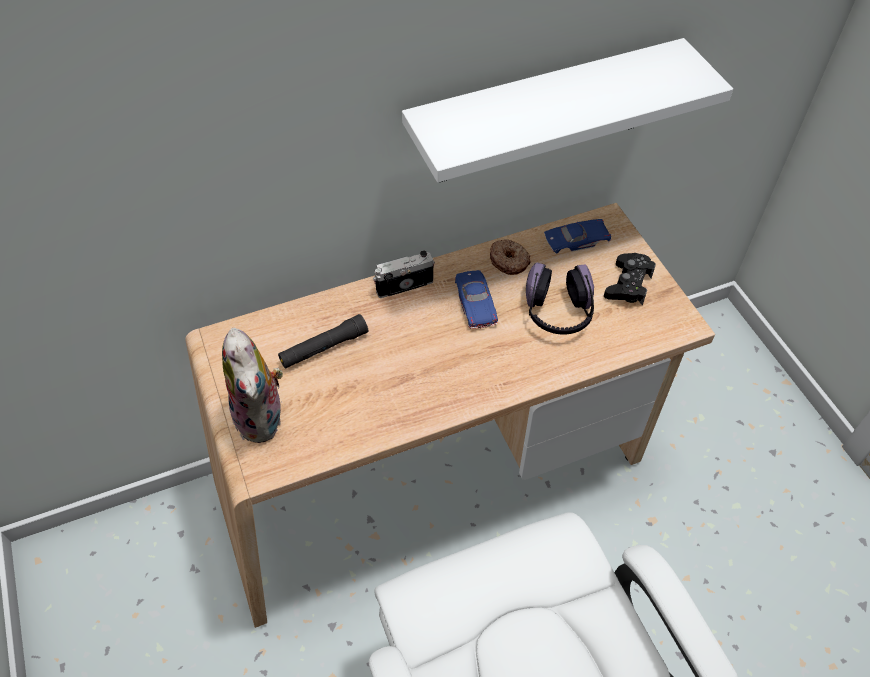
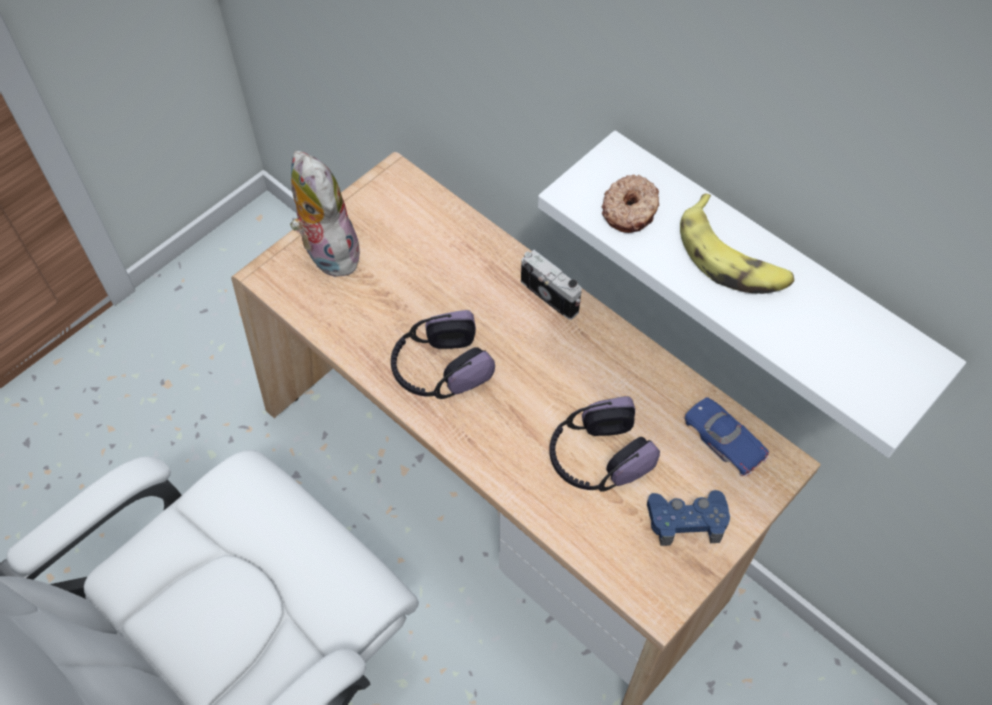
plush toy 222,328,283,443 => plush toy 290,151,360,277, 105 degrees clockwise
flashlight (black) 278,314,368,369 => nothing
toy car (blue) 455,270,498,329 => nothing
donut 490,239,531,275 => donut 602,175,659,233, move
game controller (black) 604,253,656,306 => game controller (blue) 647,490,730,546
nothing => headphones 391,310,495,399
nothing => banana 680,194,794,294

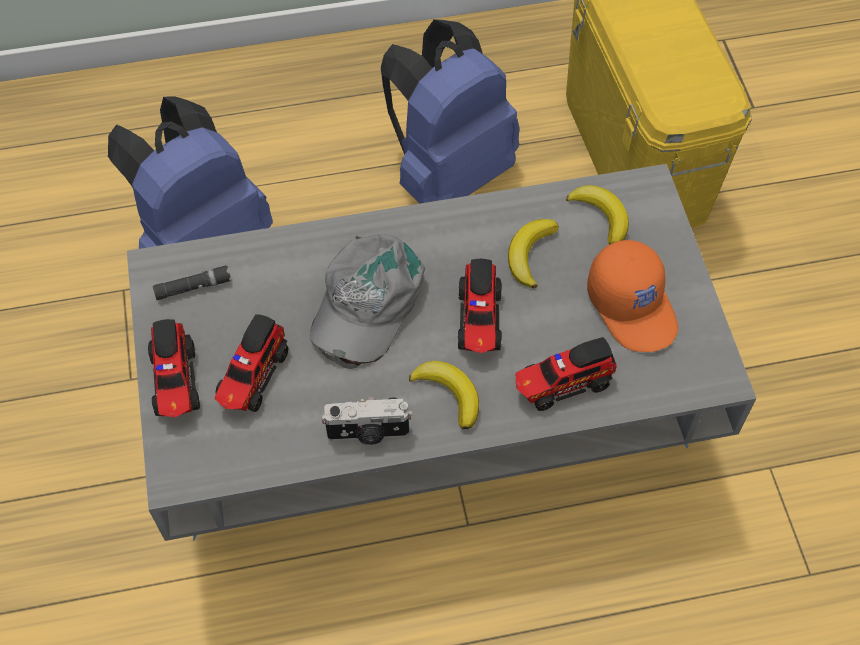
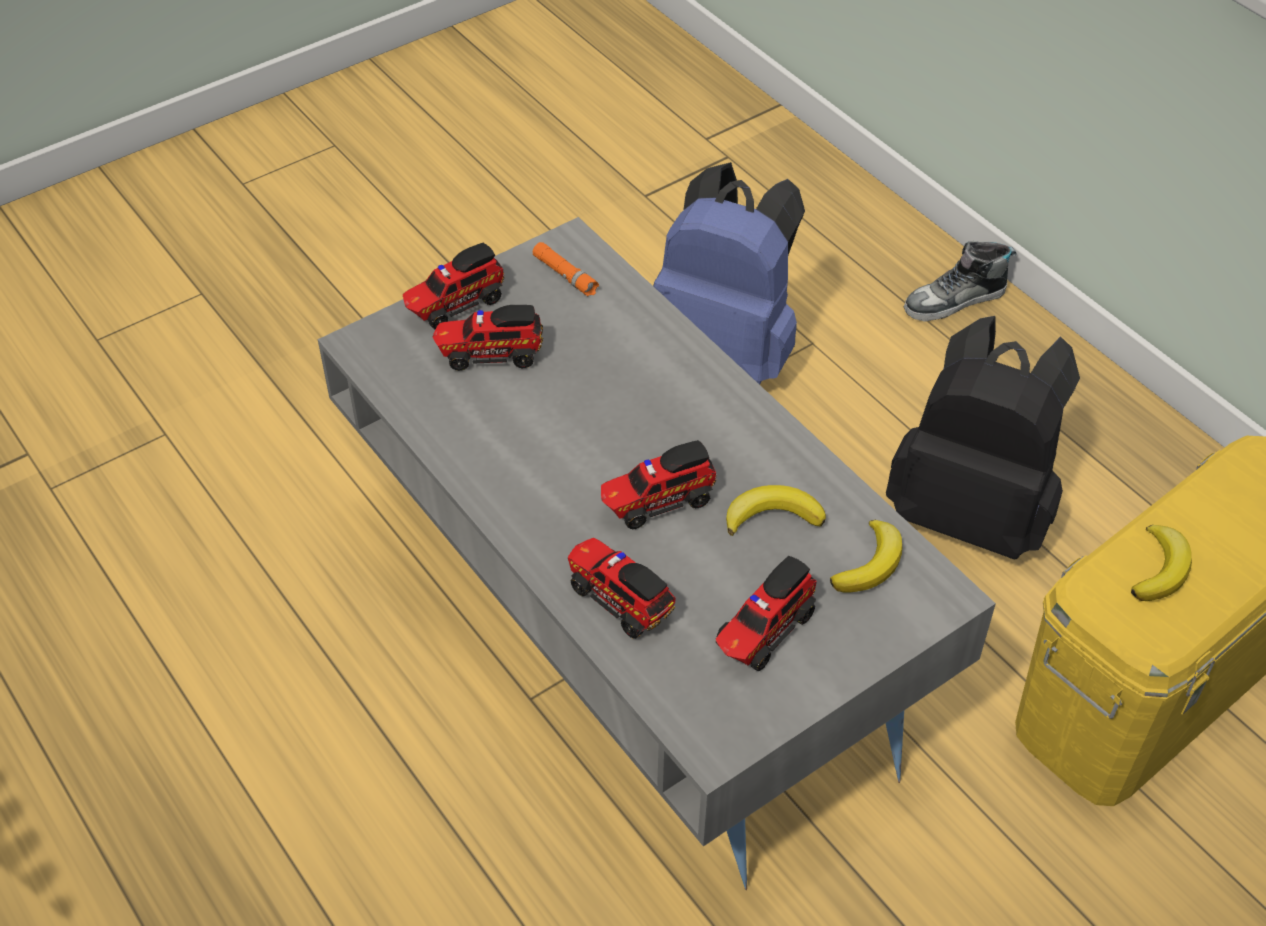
flashlight (black) 153,266,232,300 => flashlight (orange) 533,242,599,297
cap (grey) 310,234,425,369 => nothing
photo camera 321,397,412,445 => nothing
backpack (blue) 381,19,520,203 => backpack (black) 886,316,1080,559
banana 409,361,479,429 => banana 1131,525,1192,601, move
cap (orange) 587,239,678,352 => toy truck 715,556,817,671
nothing => shoe 904,241,1017,322

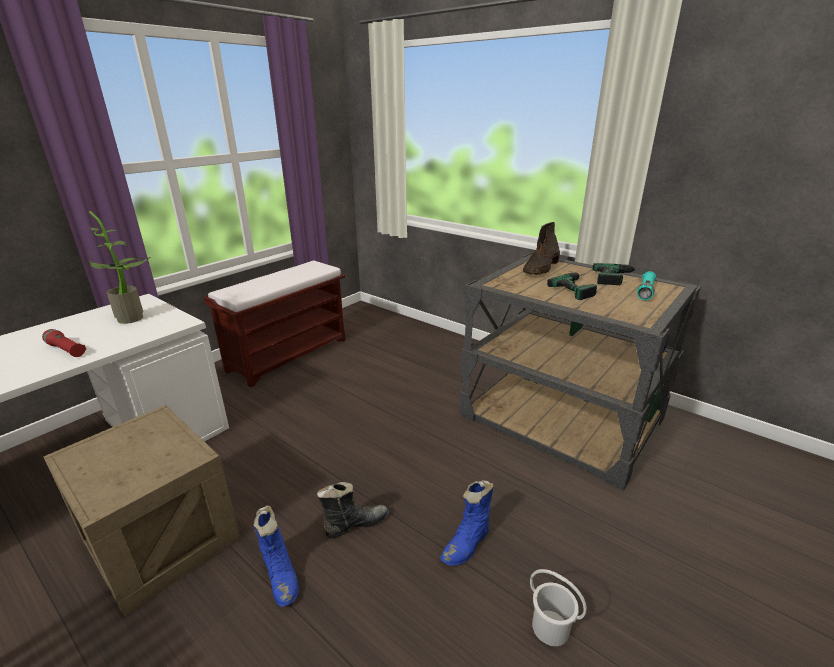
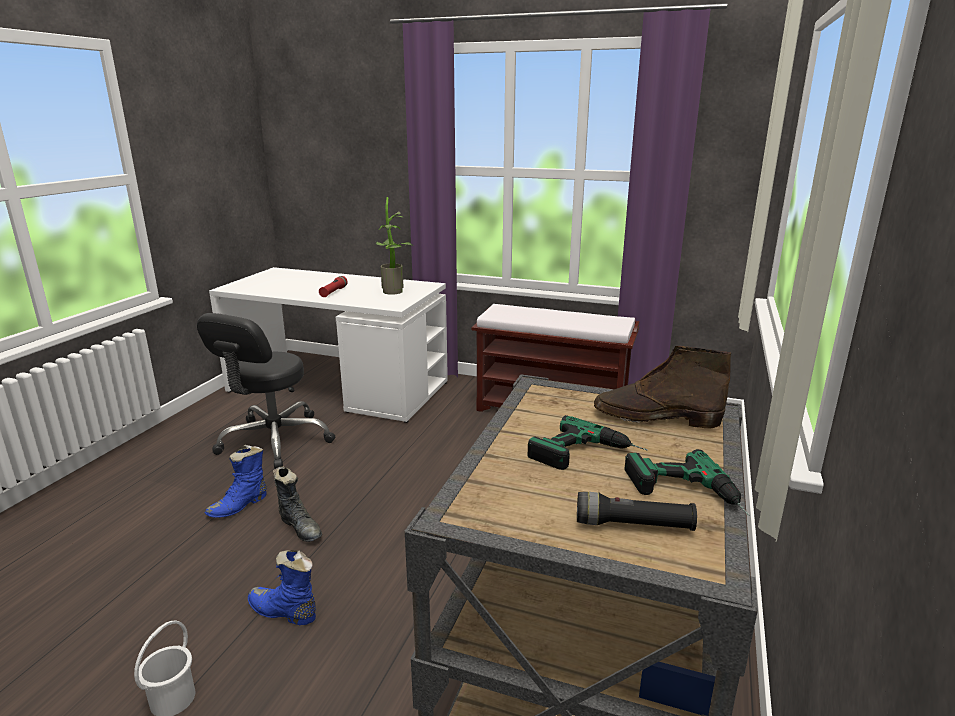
crate 44,405,240,616 => office chair (black) 197,313,335,469
flashlight (turquoise) 637,271,656,300 => flashlight (black) 577,492,697,531

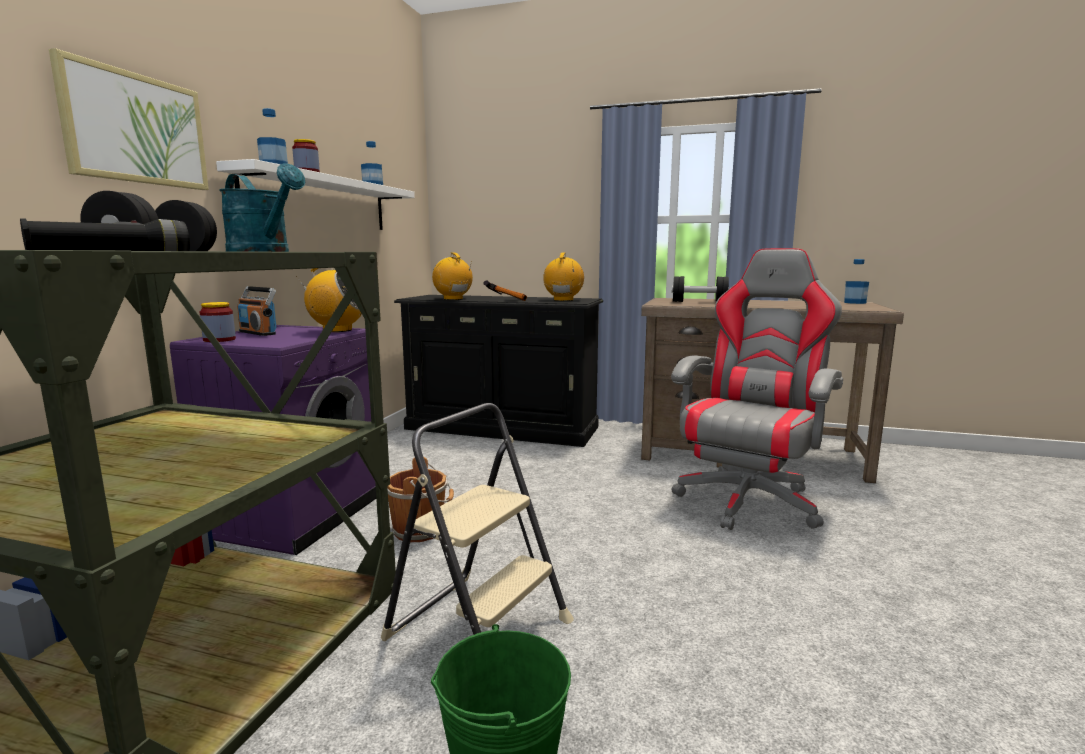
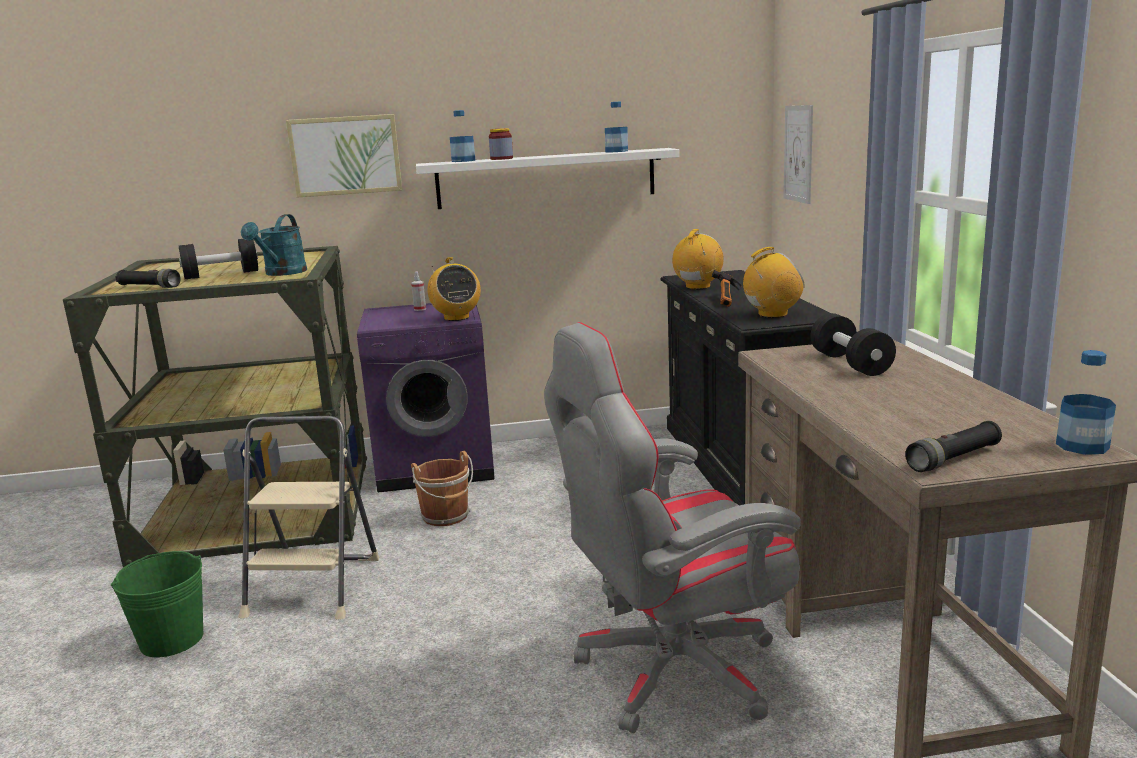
jar 199,302,236,342 => nothing
radio 237,286,276,336 => spray bottle 411,272,426,311
office chair (grey) 671,248,843,530 => office chair (grey) 544,322,801,733, 150 degrees clockwise
nothing => picture 783,105,813,204
nothing => flashlight (black) 905,421,1002,472

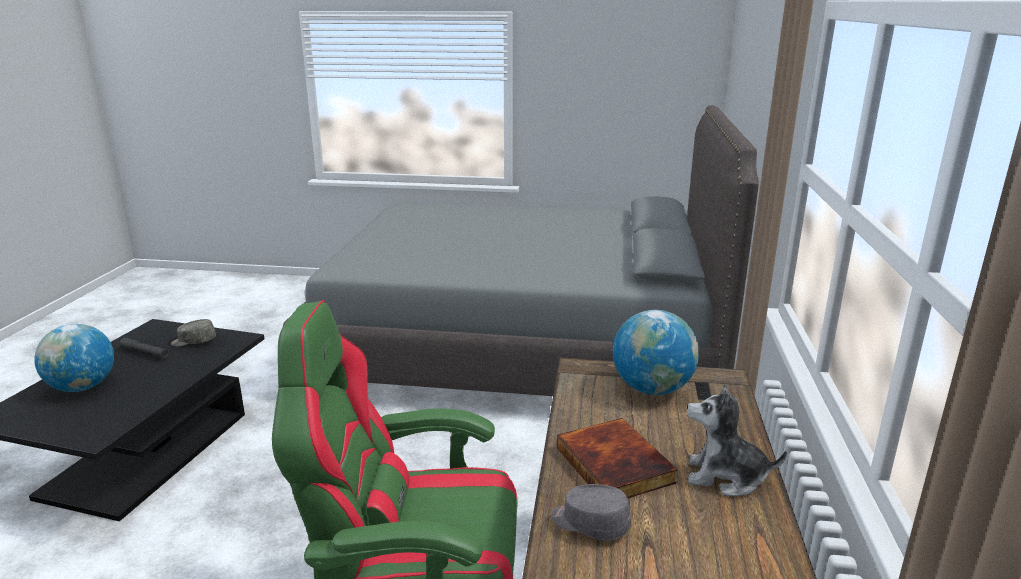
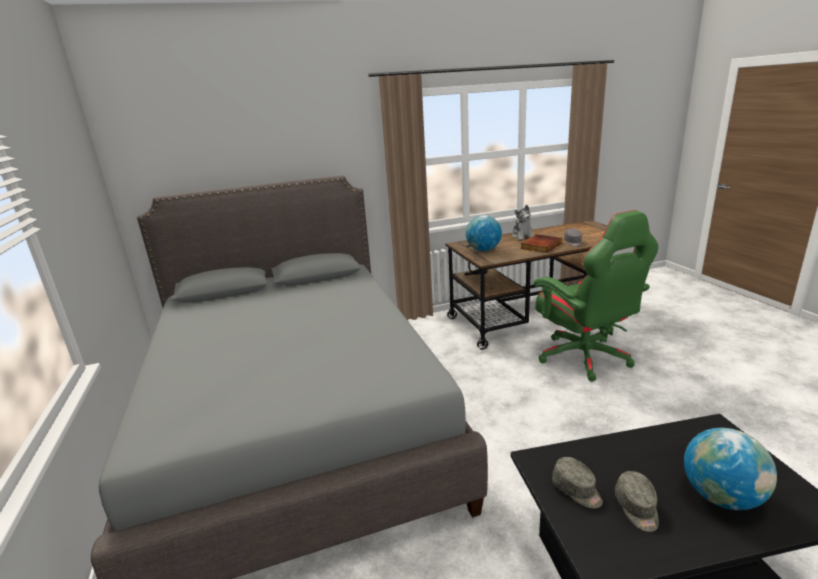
flashlight (grey) 119,338,168,359 => cap (grey) 615,471,659,532

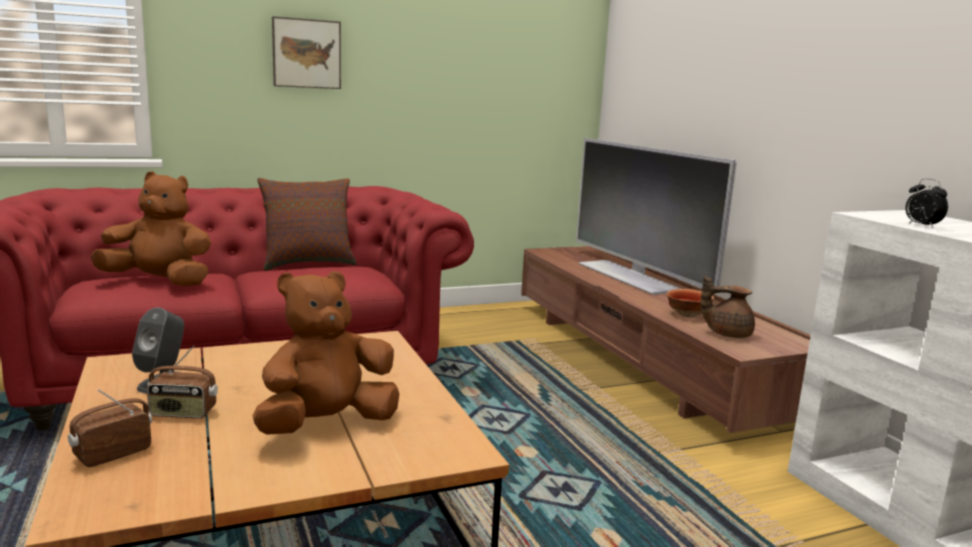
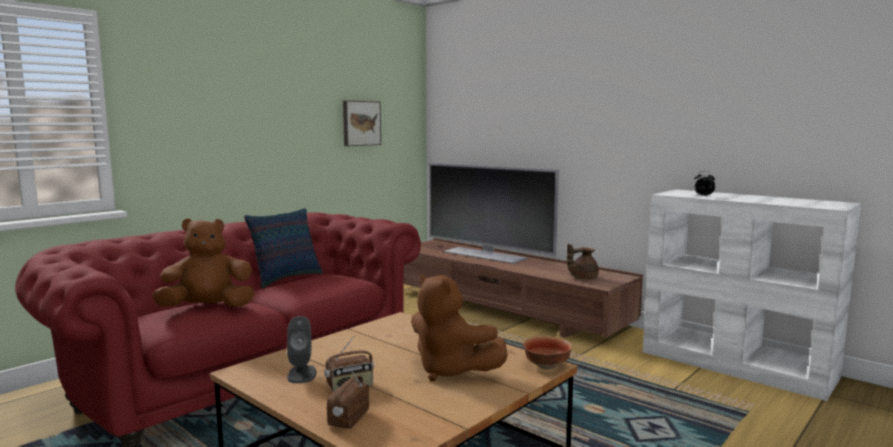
plush toy (brown) 252,271,399,435 => plush toy (brown) 411,274,508,381, 75 degrees counterclockwise
pillow (brown) 257,178,357,271 => pillow (blue) 244,208,323,288
picture 272,16,341,89 => picture 343,100,381,146, move
bowl 667,289,714,318 => bowl 523,336,572,370, move

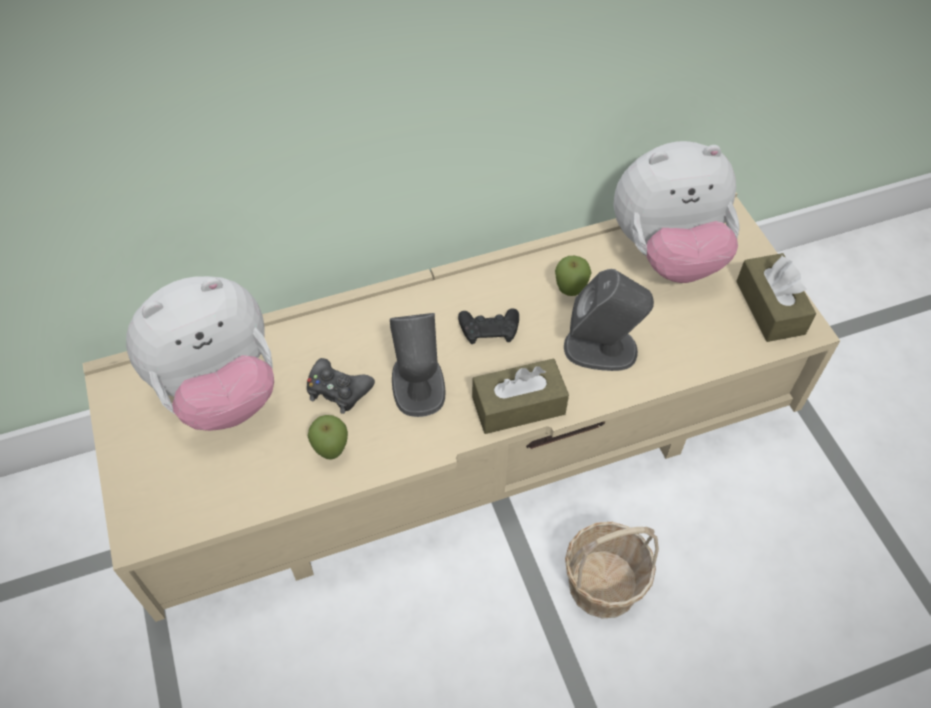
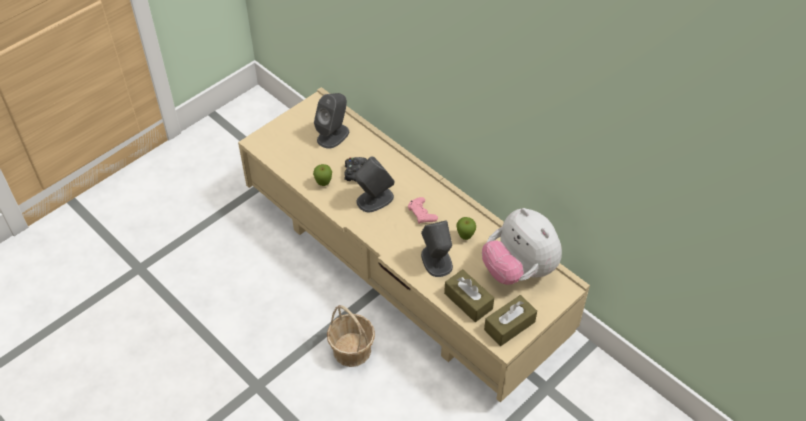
plush toy 126,276,274,431 => speaker (grey) 314,93,349,149
game controller (black) 458,308,519,344 => game controller (pink) 408,197,438,224
tissue box (brown) 472,359,569,434 => tissue box (brown) 444,269,494,322, move

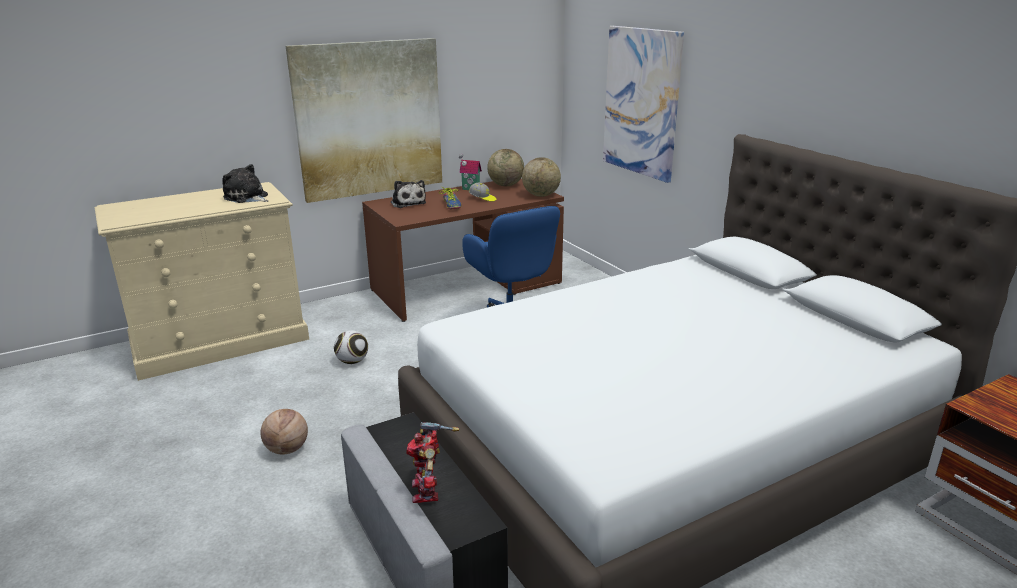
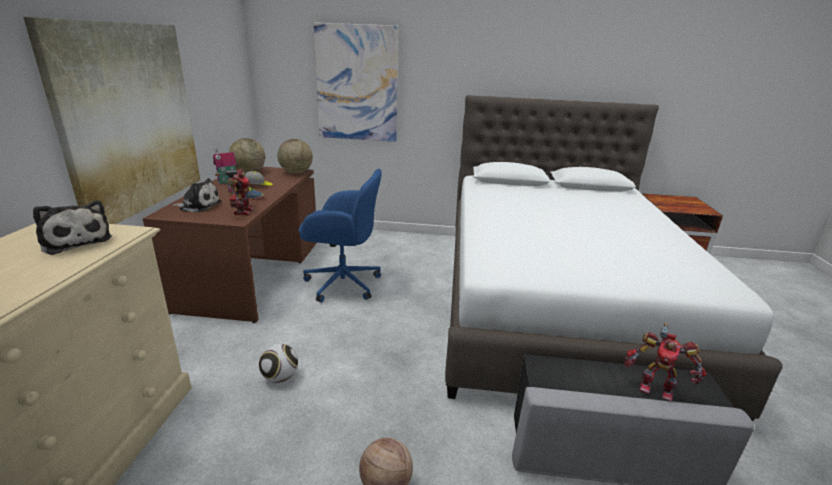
plush toy 222,164,268,203 => plush toy 33,200,112,255, 120 degrees counterclockwise
nothing => toy robot 215,169,254,215

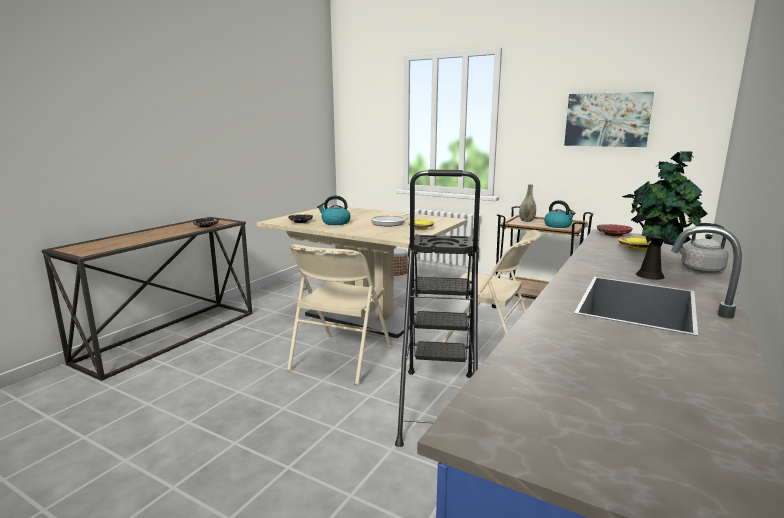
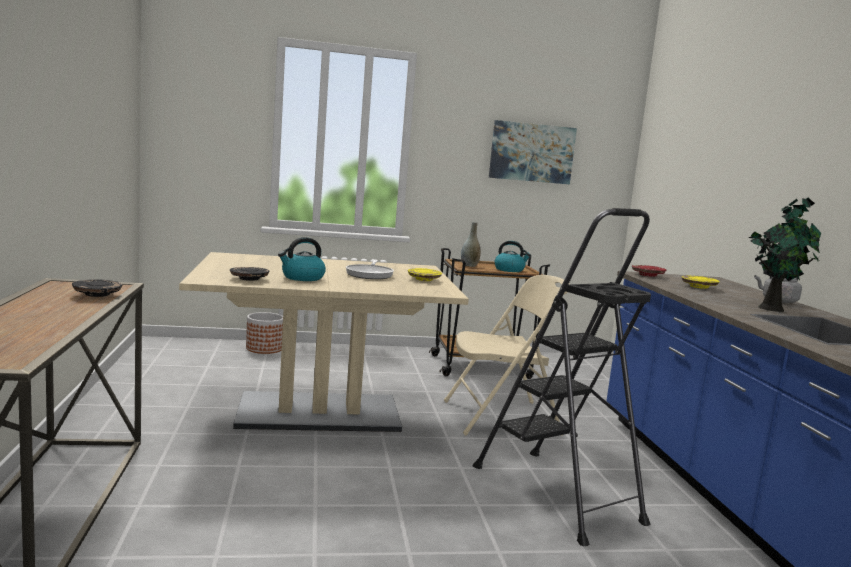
chair (beige) 287,244,392,385 => nothing

